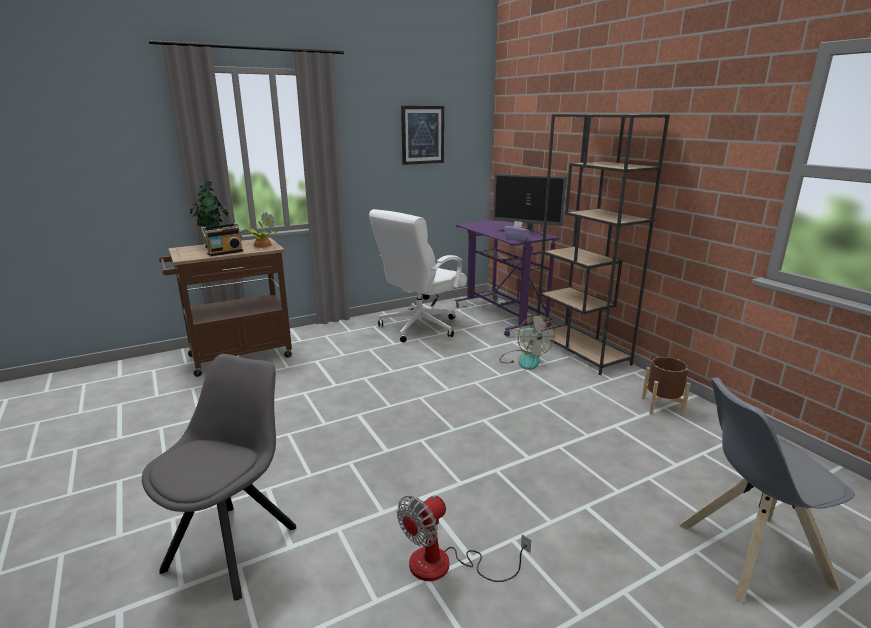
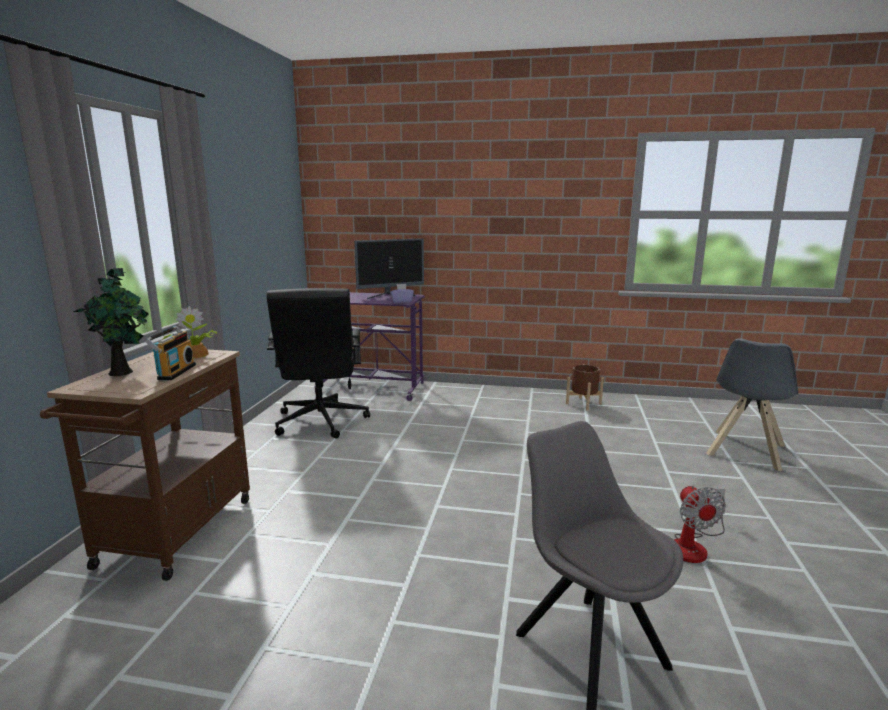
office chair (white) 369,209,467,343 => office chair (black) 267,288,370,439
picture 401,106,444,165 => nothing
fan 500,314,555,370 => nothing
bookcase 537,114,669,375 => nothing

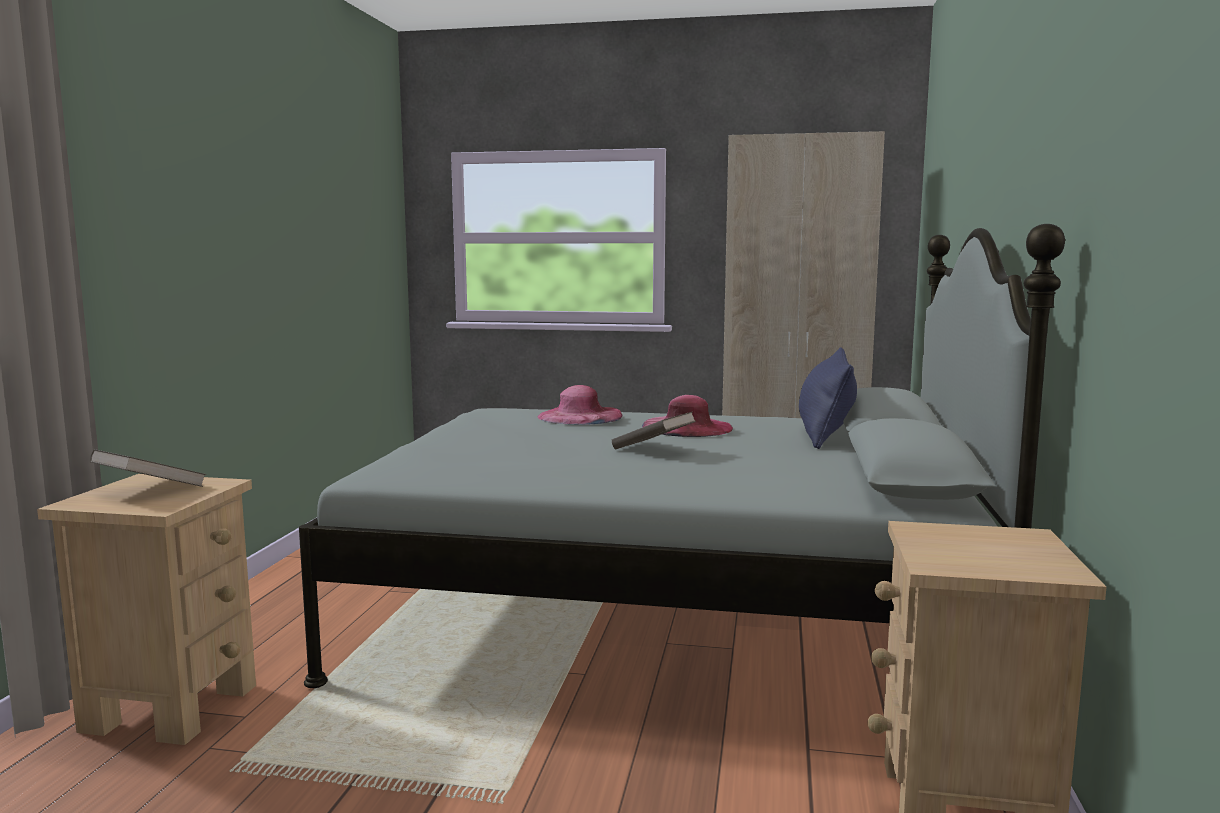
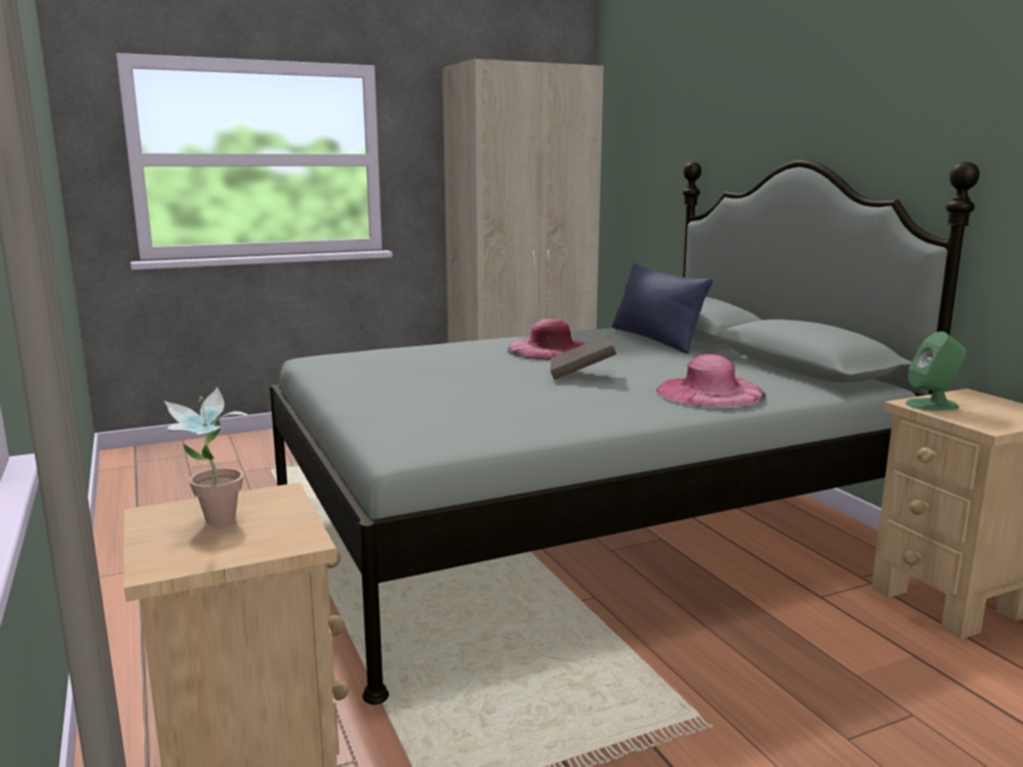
book (brown) 90,449,206,487 => potted plant 164,387,251,525
hat (pink) 537,385,622,425 => hat (pink) 657,354,766,408, move
nothing => speaker (green) 906,332,967,410

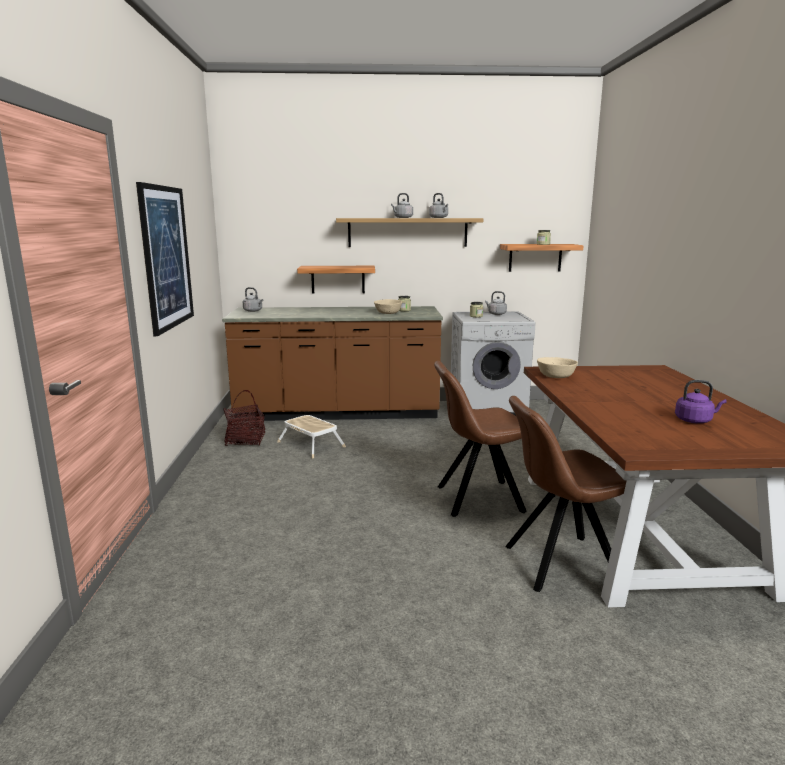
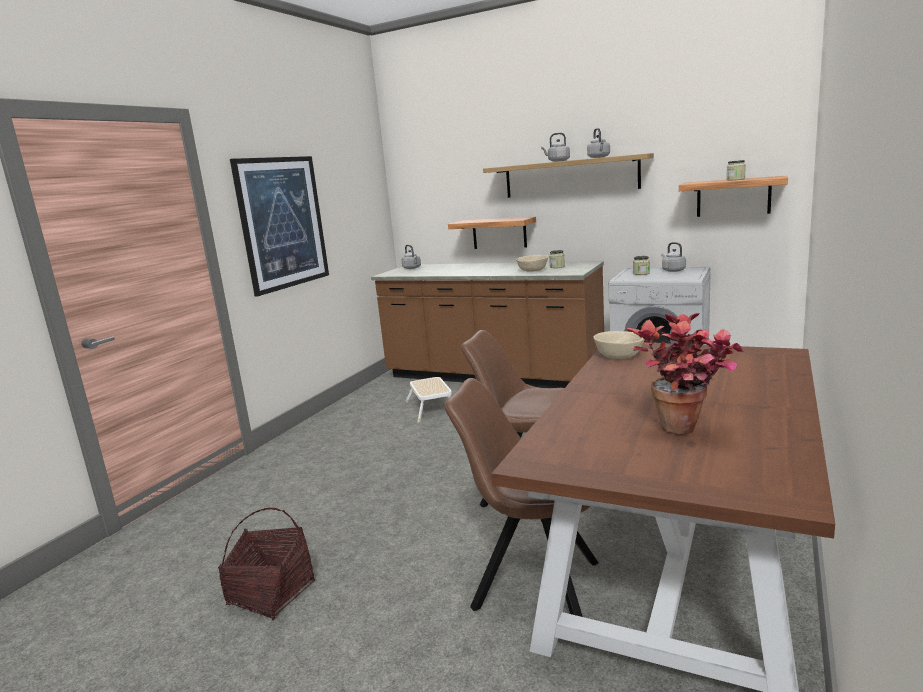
basket 224,390,265,446 => basket 218,508,315,621, move
kettle (purple) 675,380,727,423 => potted plant 626,313,744,435

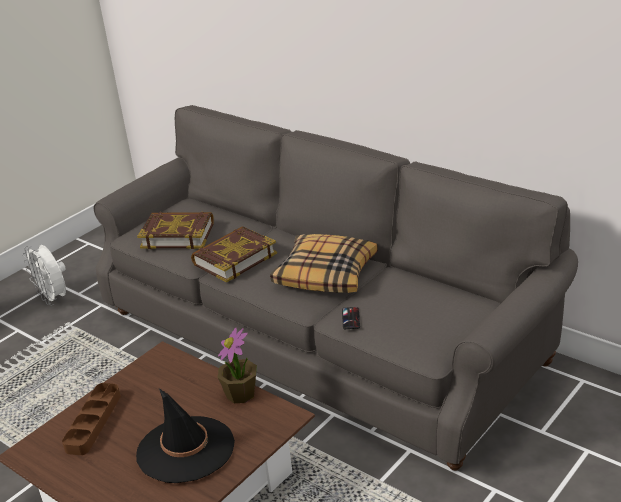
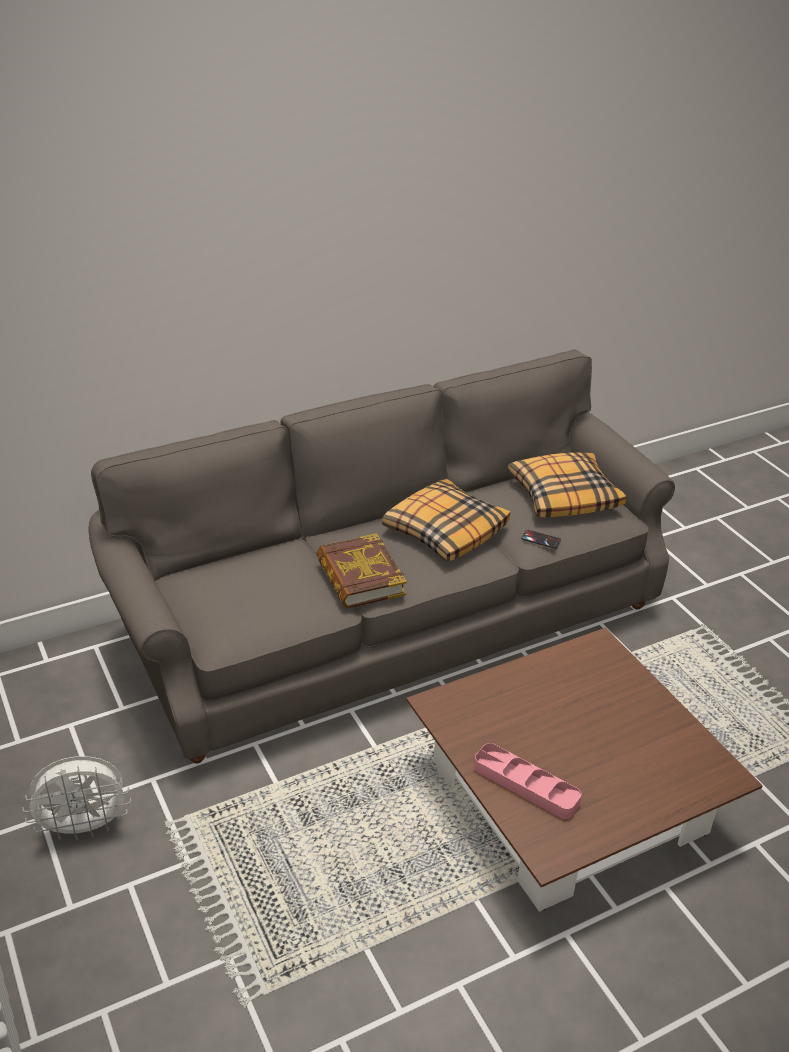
tray (brown) 62,383,121,455 => tray (pink) 474,743,582,819
hat (black) 136,388,235,483 => nothing
book 137,212,214,249 => nothing
potted plant 217,327,257,403 => nothing
nothing => pillow 508,452,626,517

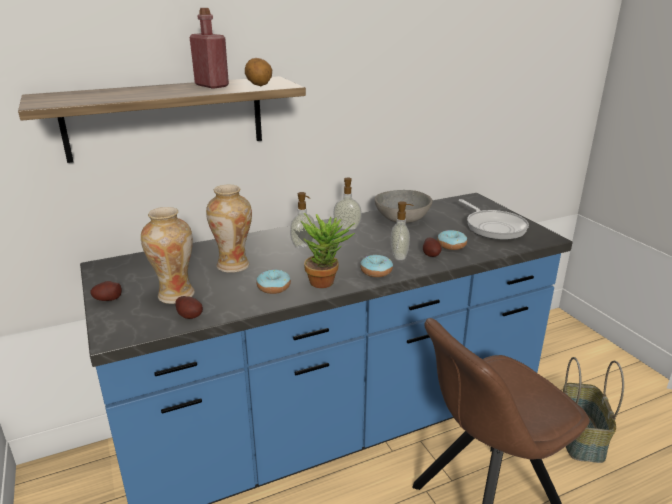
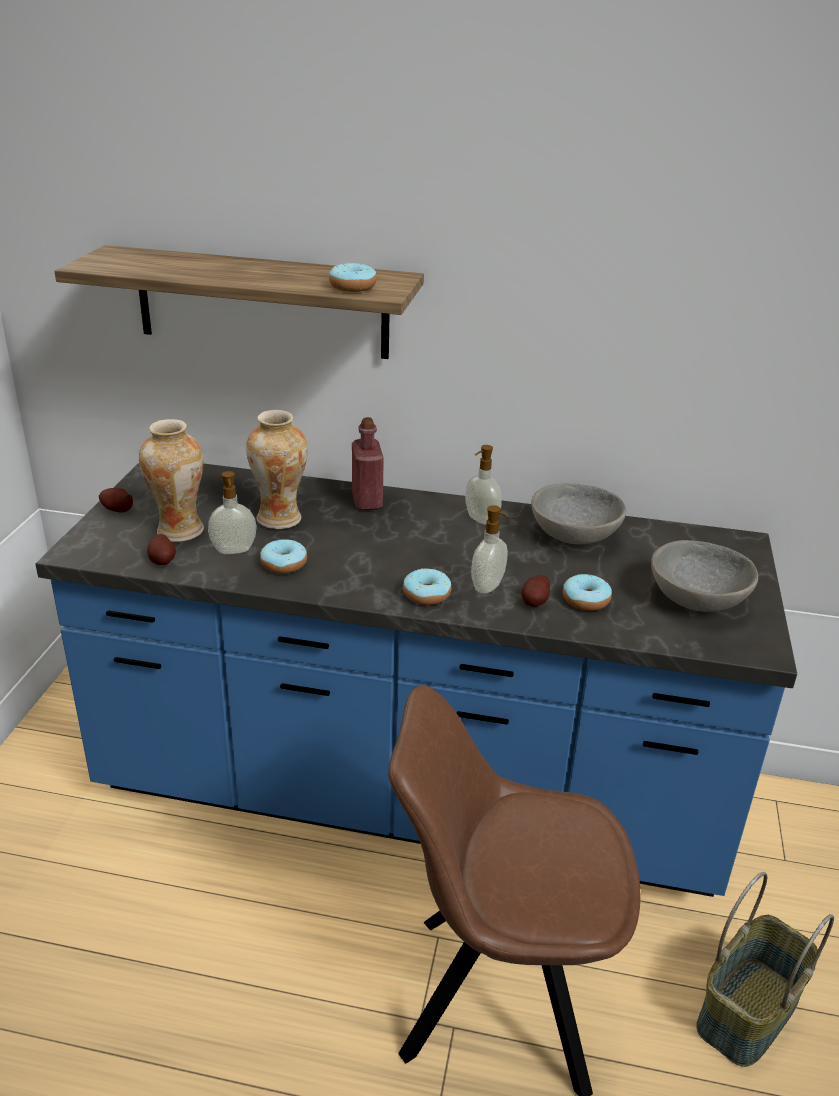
bottle (red) 190,8,229,89 => bottle (red) 352,417,384,510, move
potato 245,58,272,86 => donut 329,263,377,292
soap dispenser 290,192,315,248 => soap dispenser 208,471,257,554, move
potted plant 301,213,355,288 => nothing
frying pan 458,199,529,240 => bowl (grey) 651,540,758,612

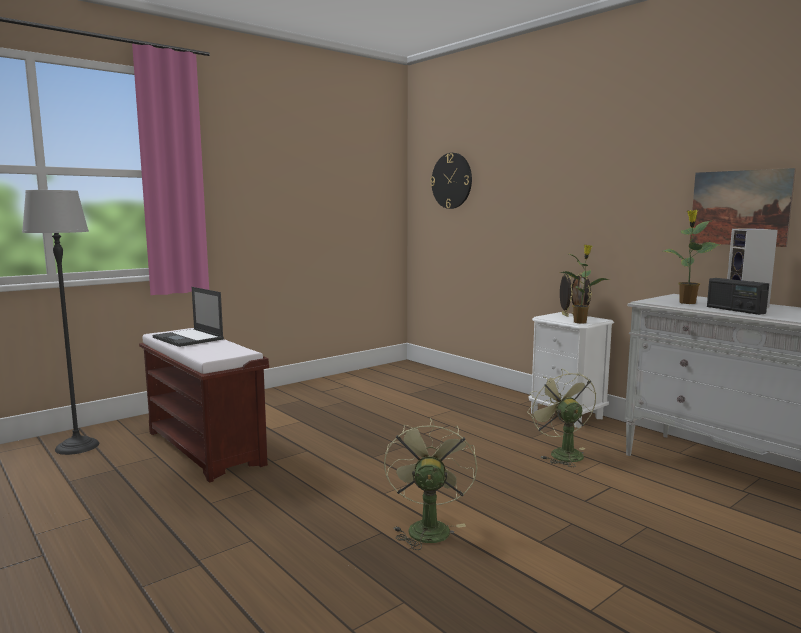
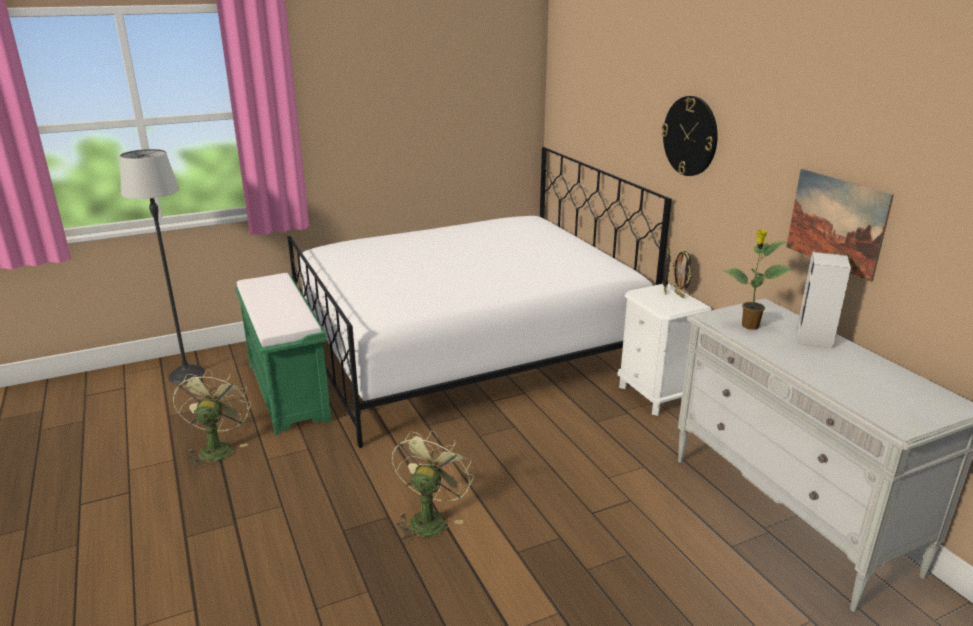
bench (brown) 139,328,269,482 => bench (green) 235,273,332,435
laptop 152,287,224,347 => nothing
wall clock 430,153,472,209 => wall clock 661,96,718,176, move
fan (green) 527,369,596,467 => fan (green) 173,368,251,468, move
potted plant 561,245,610,324 => nothing
radio 707,278,769,315 => nothing
nothing => bed (white) 288,147,672,448

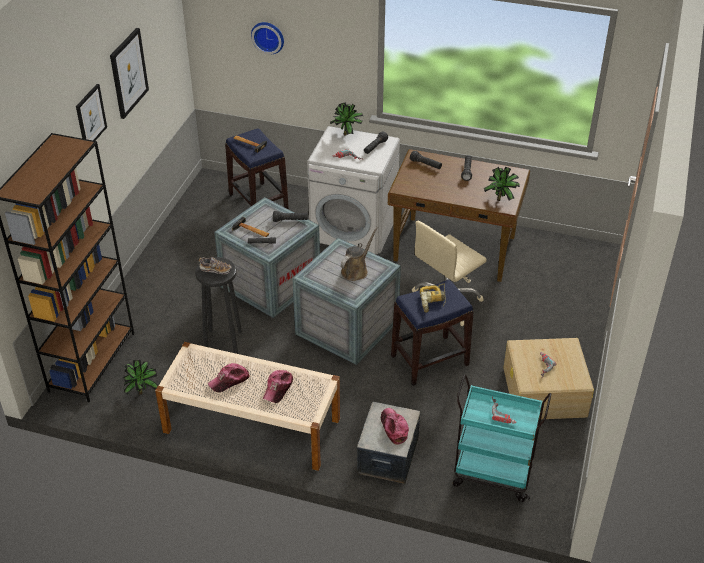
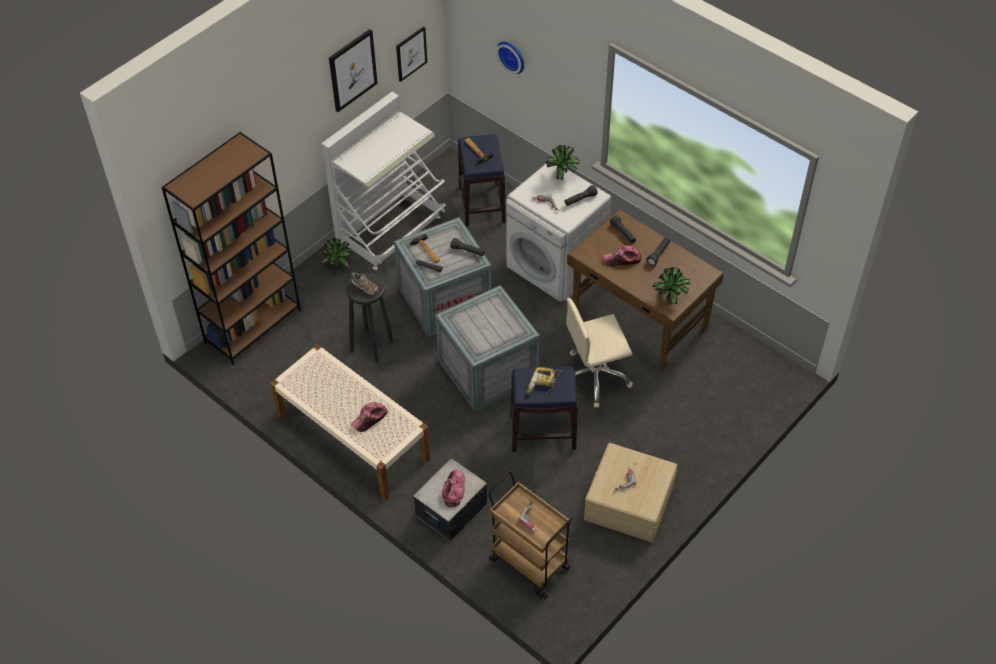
picture 76,84,107,141 => picture 396,26,427,82, move
potted plant 123,360,159,395 => potted plant 321,238,352,269, move
cap 208,363,250,392 => cap 603,245,642,267, move
watering can (brown) 341,227,378,281 => nothing
cart (turquoise) 453,375,551,502 => cart (brown) 489,472,573,599
nothing => shoe rack (white) 322,91,446,270

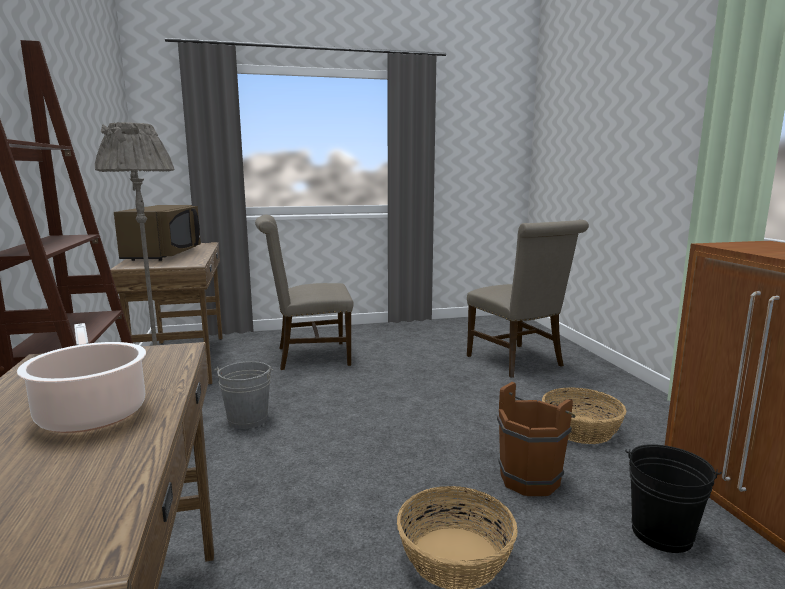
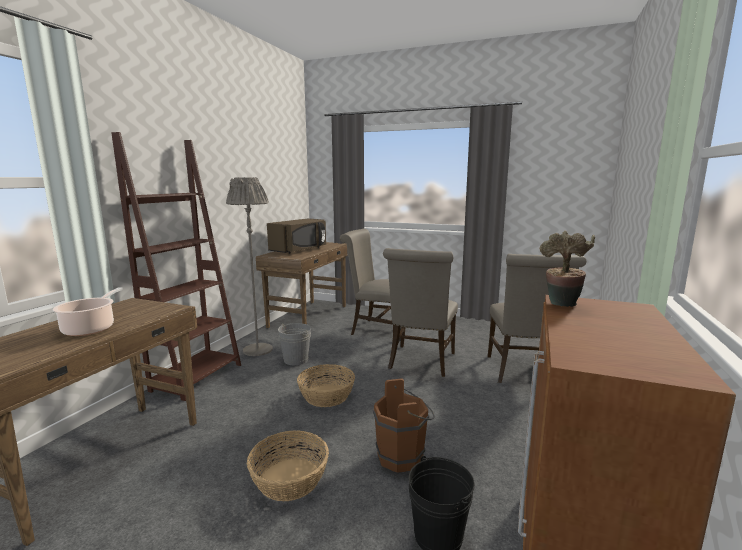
basket 542,387,626,444 => basket 297,364,355,407, move
nothing => chair (beige) 383,248,458,377
nothing => potted plant 540,231,595,307

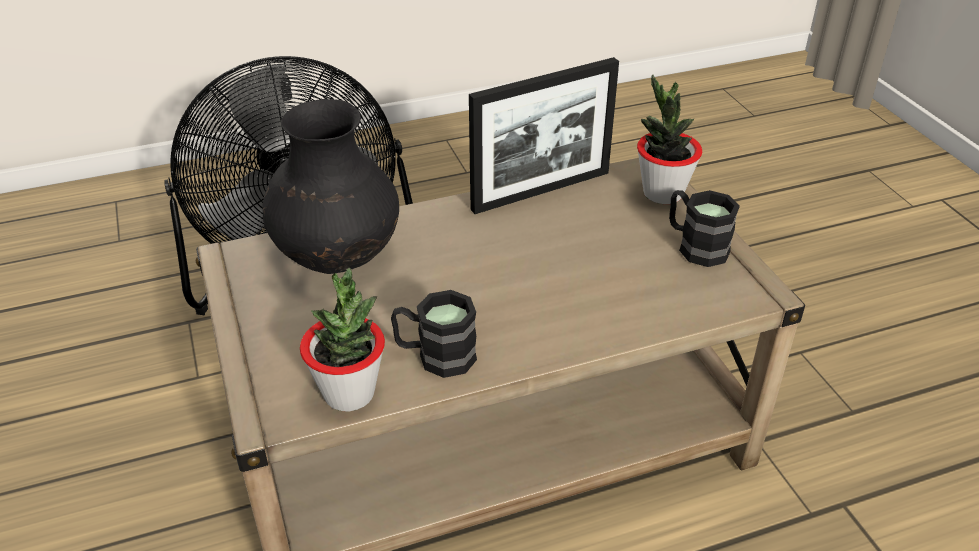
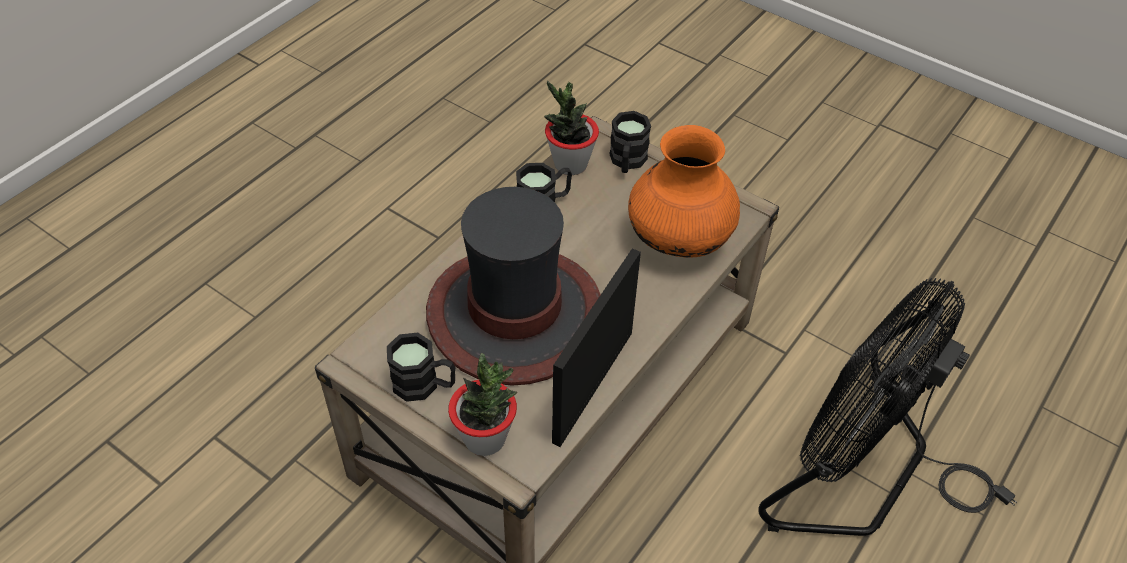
vase (black) 263,99,399,274 => vase (orange) 628,125,740,258
nothing => hat 426,187,601,386
nothing => mug (black) 609,111,651,173

